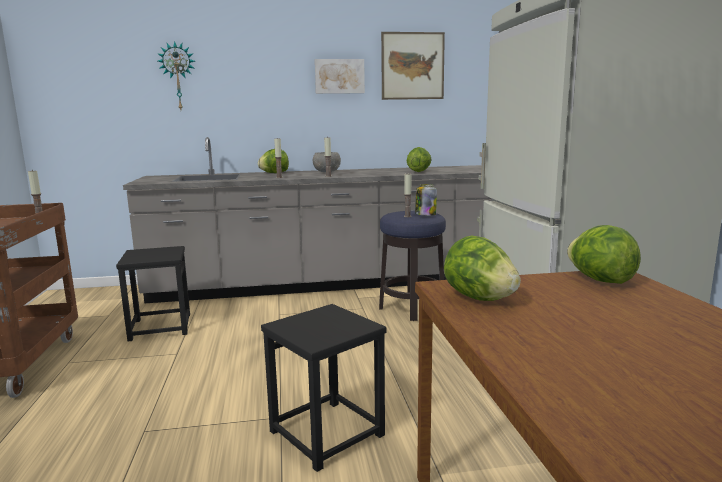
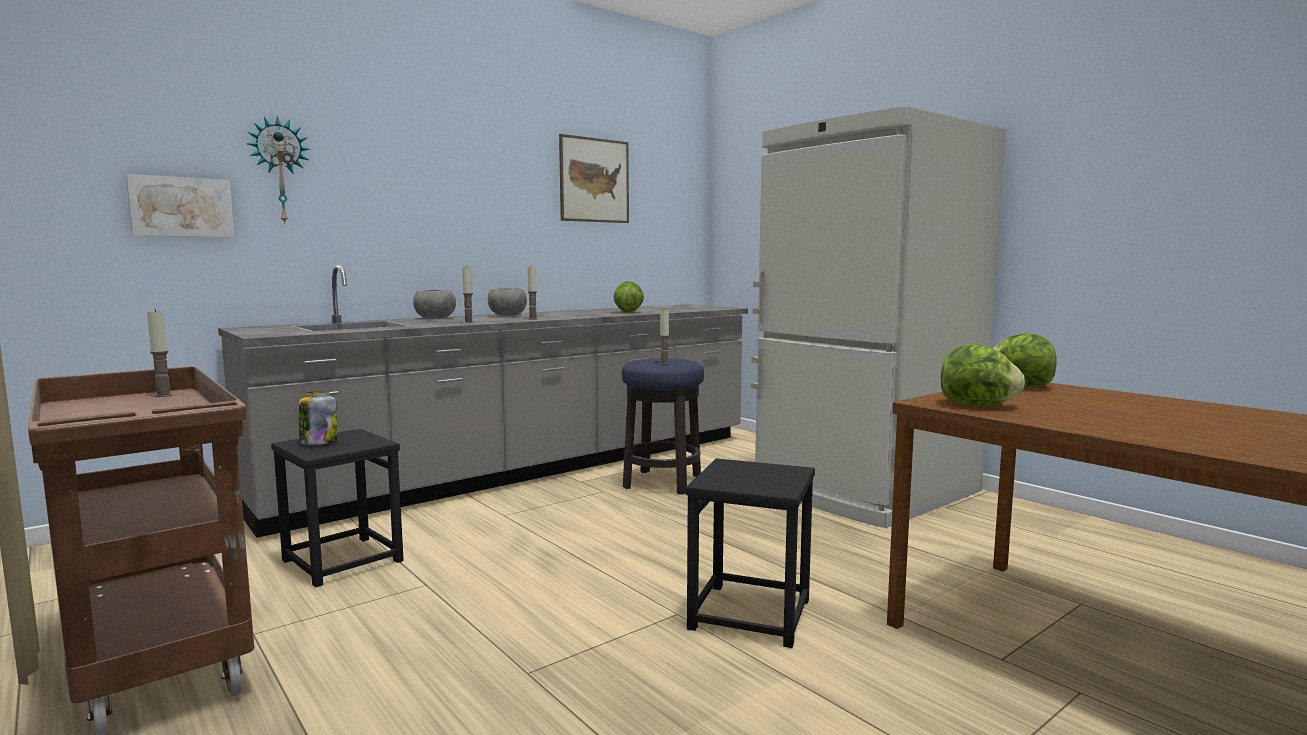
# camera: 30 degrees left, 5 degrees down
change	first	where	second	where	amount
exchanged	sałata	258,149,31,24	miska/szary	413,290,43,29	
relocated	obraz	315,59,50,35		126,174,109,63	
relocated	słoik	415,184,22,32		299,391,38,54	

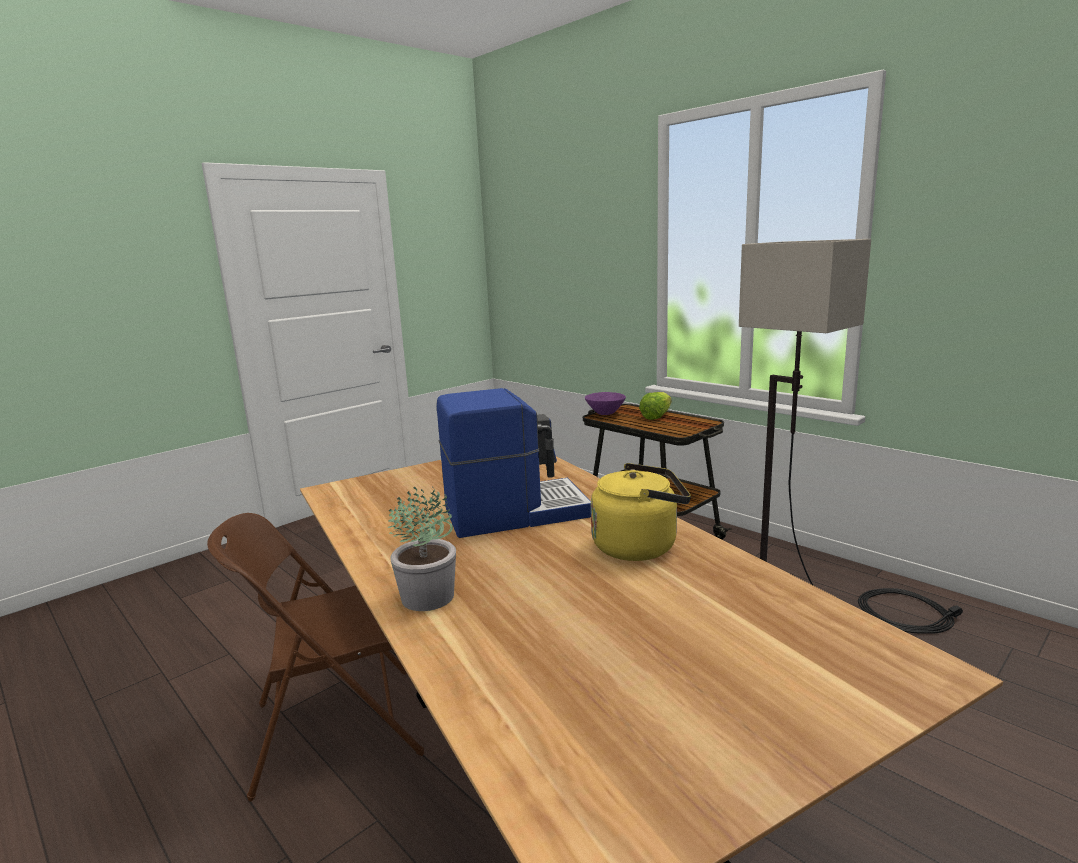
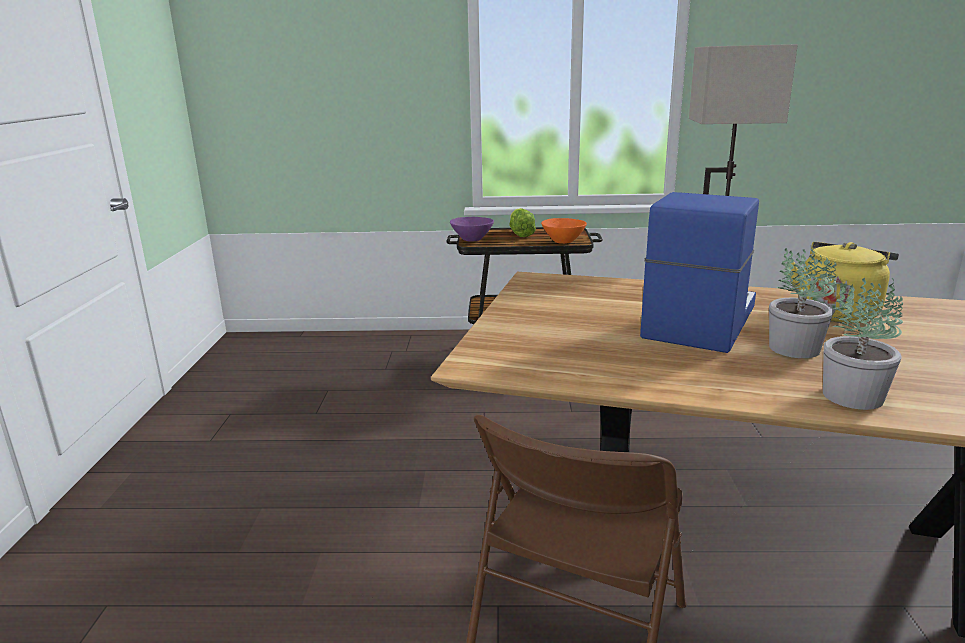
# camera: 45 degrees left, 5 degrees up
change	first	where	second	where	amount
appeared			miska/pomarańczowy	541,218,46,26	
appeared			roślina doniczkowa	769,248,68,110	

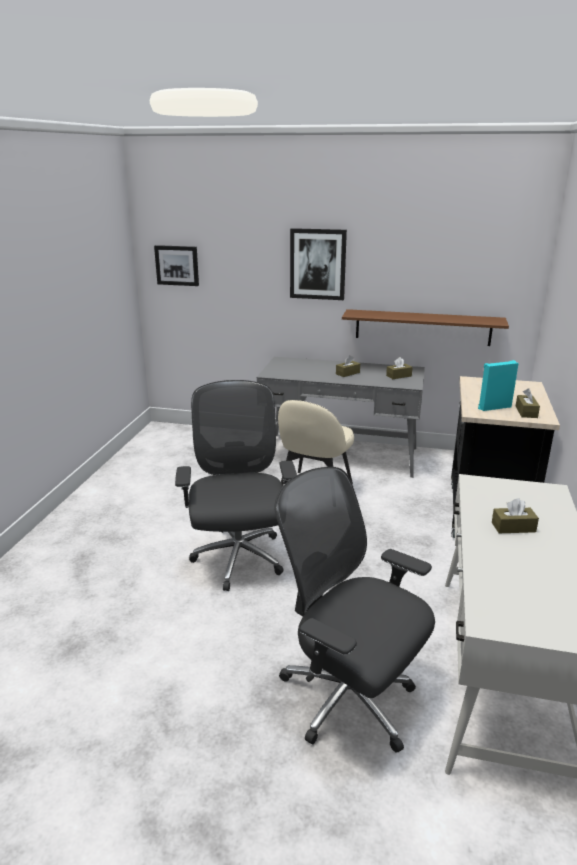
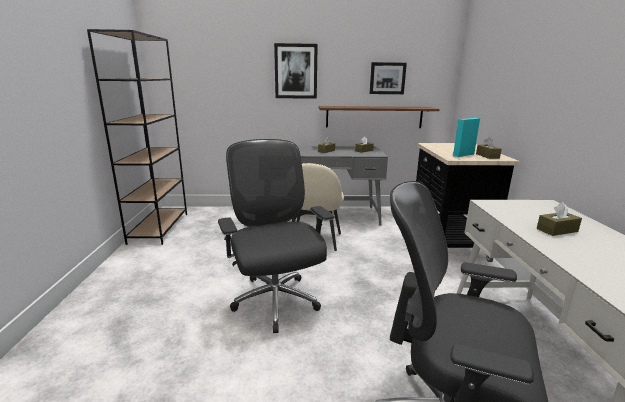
# camera: 15 degrees left, 5 degrees down
change	first	where	second	where	amount
relocated	obraz	154,245,45,41		370,62,37,32	
appeared			regał/beżowy	87,29,100,216	

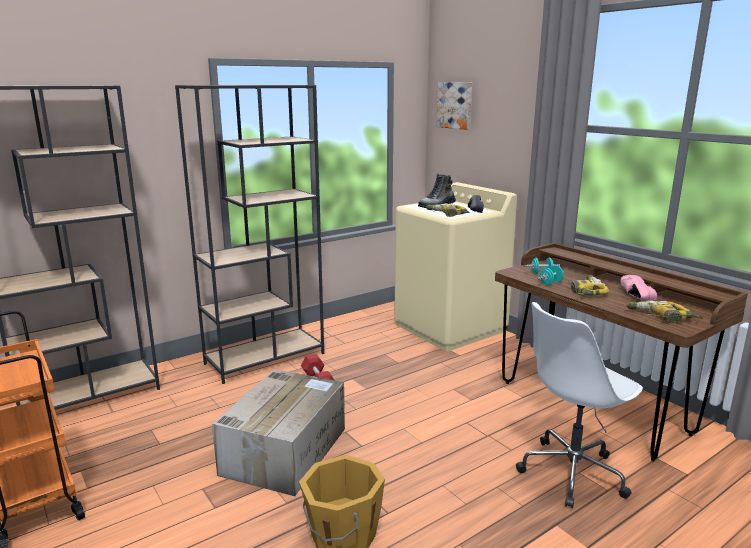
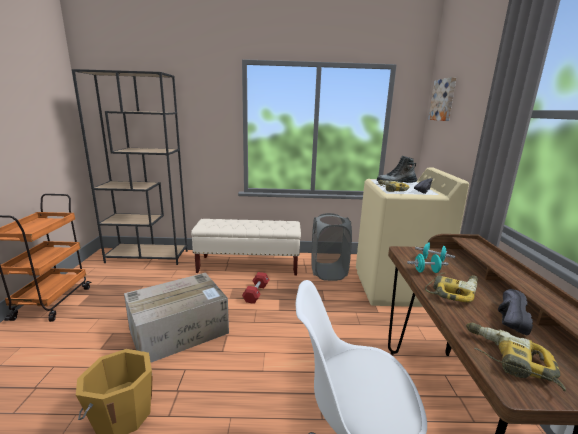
# camera: 35 degrees right, 0 degrees up
change	first	where	second	where	amount
exchanged	regał	175,85,149,299	ławka/beżowy	191,219,110,56	
colour	but/różowy	620,275,37,26	but/czarny	498,289,35,46	
appeared			kosz na pranie/szary	311,213,41,68	

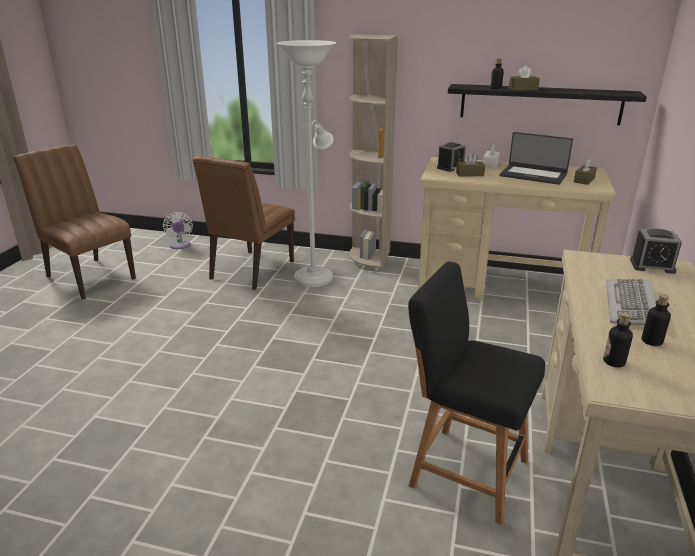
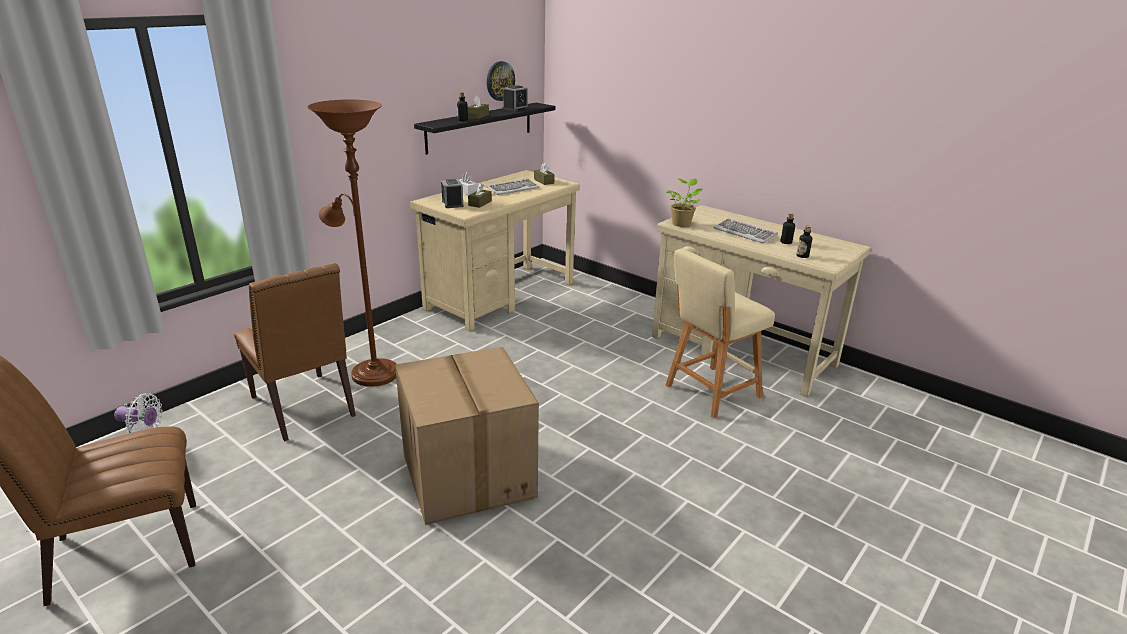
# camera: 65 degrees left, 0 degrees up
change	first	where	second	where	amount
colour	lampa stojąca/biały	276,40,60,247	lampa stojąca/brązowy	308,99,89,288	
missing	regał/beżowy	349,34,49,236			
colour	stołek/czarny	408,261,137,264	stołek/beżowy	665,248,110,170	
exchanged	laptop	500,132,73,53	klawiatura	486,178,53,17	
relocated	budzik	630,229,52,45		503,85,25,26	
appeared			karton	395,347,144,178	
appeared			zegar ścienny	487,61,28,40	
appeared			roślina doniczkowa	666,178,36,49	

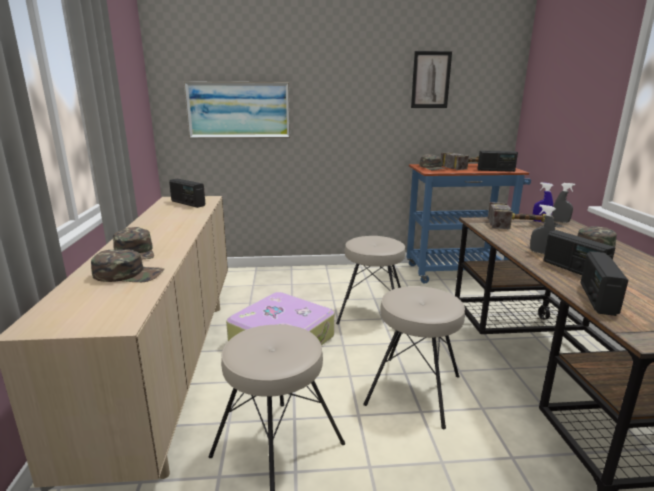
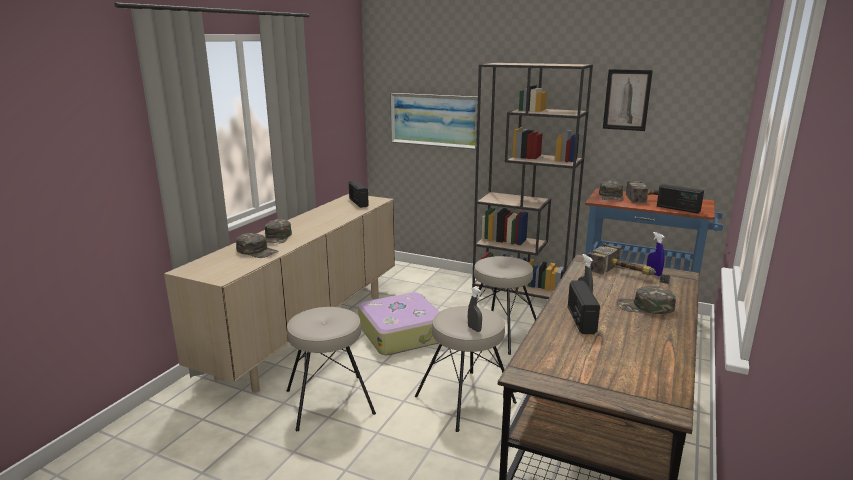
# camera: 30 degrees right, 0 degrees up
change	first	where	second	where	amount
relocated	spryskiwacz/szary	552,183,23,40		468,287,14,45	
missing	radio	580,251,49,65			
appeared			regał	472,63,121,236	

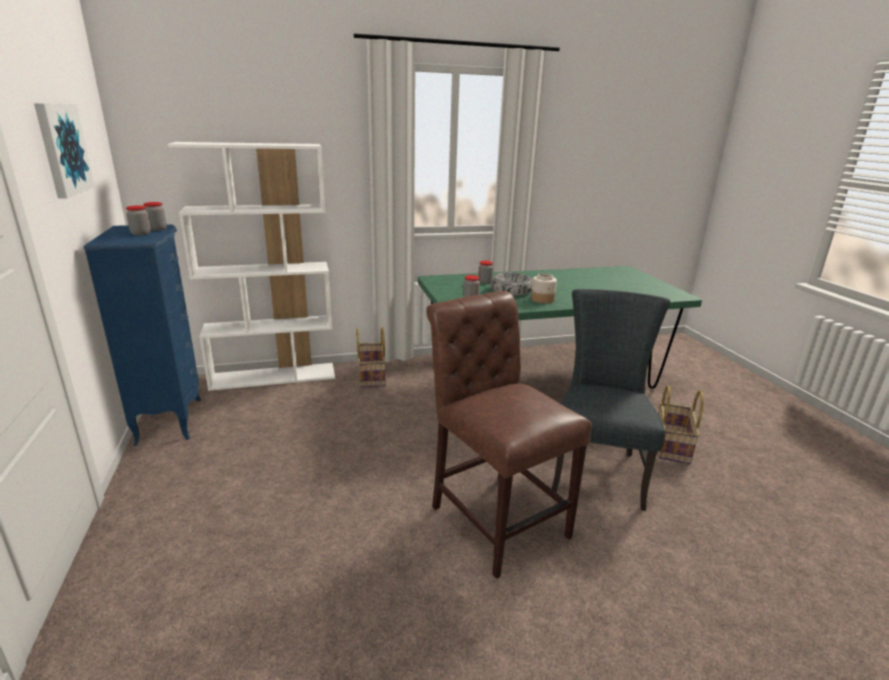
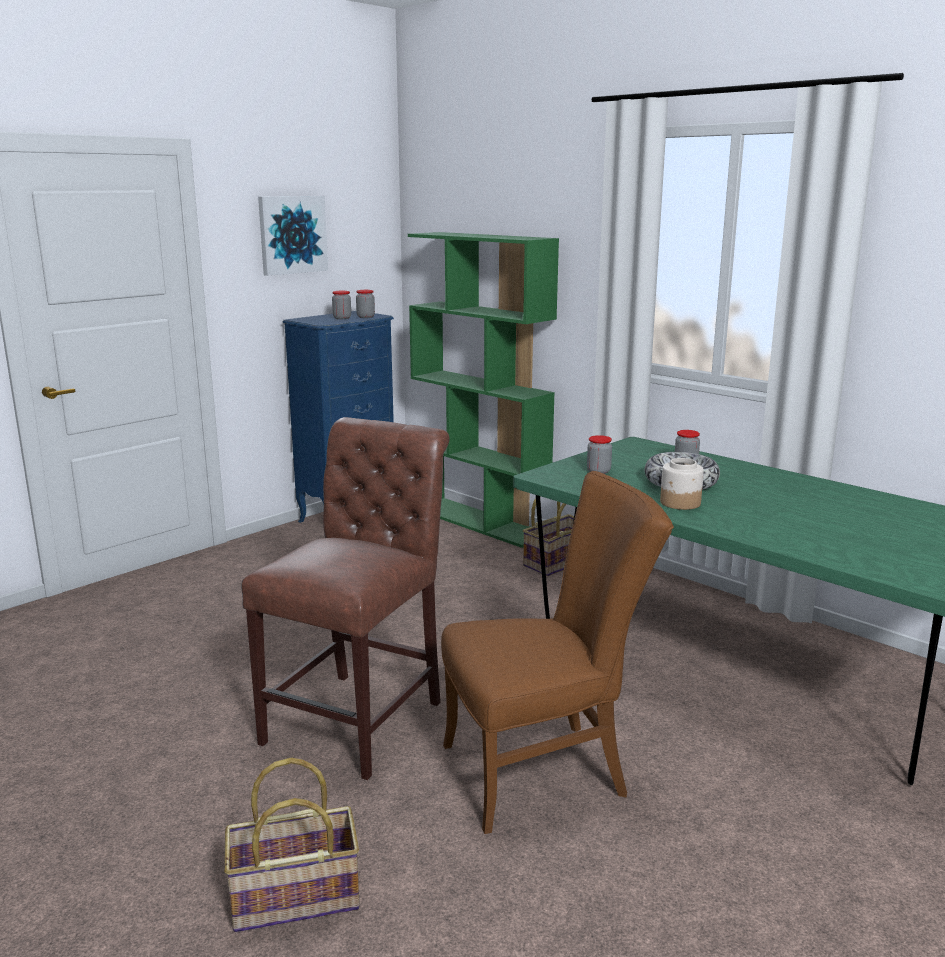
# camera: 60 degrees right, 5 degrees down
change	first	where	second	where	amount
colour	regał/biały	167,142,168,249	regał/zielony	408,232,151,316	
colour	krzesło/szary	551,289,119,222	krzesło/brązowy	441,471,233,363	
relocated	koszyk	657,385,47,79		224,758,136,174	

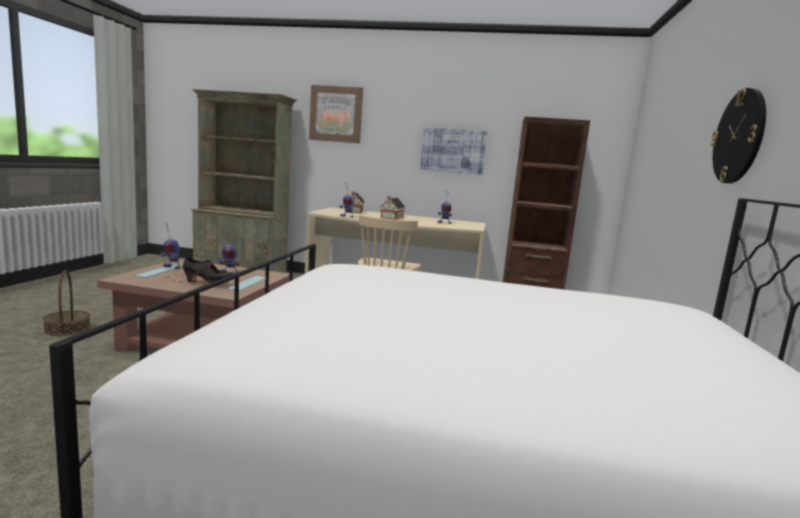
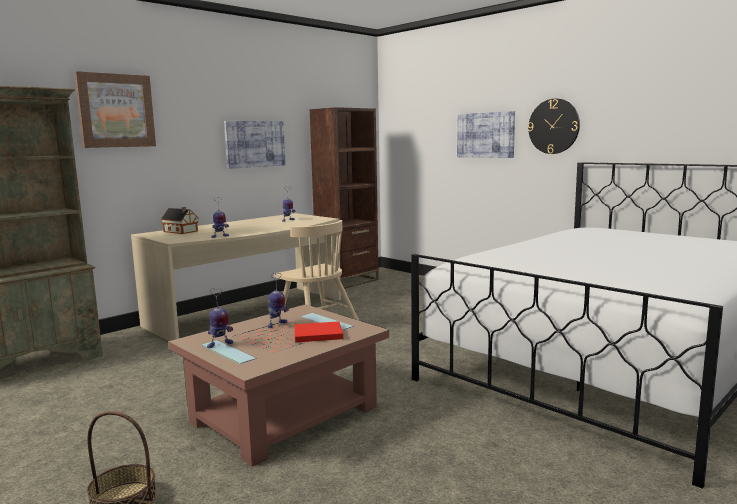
# camera: 55 degrees left, 0 degrees up
change	first	where	second	where	amount
exchanged	but/czarny	183,257,50,26	książka/czerwony	294,321,49,22	
missing	domek	380,196,25,24			
appeared			obraz	457,111,58,47	

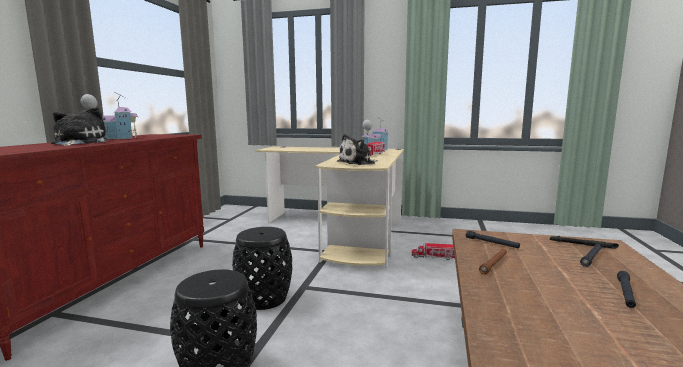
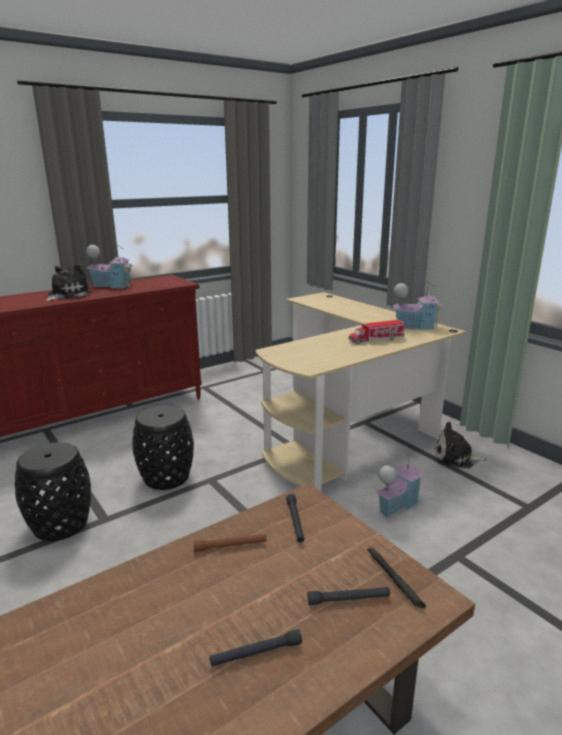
# camera: 40 degrees right, 10 degrees up
change	first	where	second	where	amount
relocated	pluszak	337,134,40,31		435,422,51,47	
exchanged	ciężarówka zabawkowa	412,243,43,17	domek	375,454,48,64	

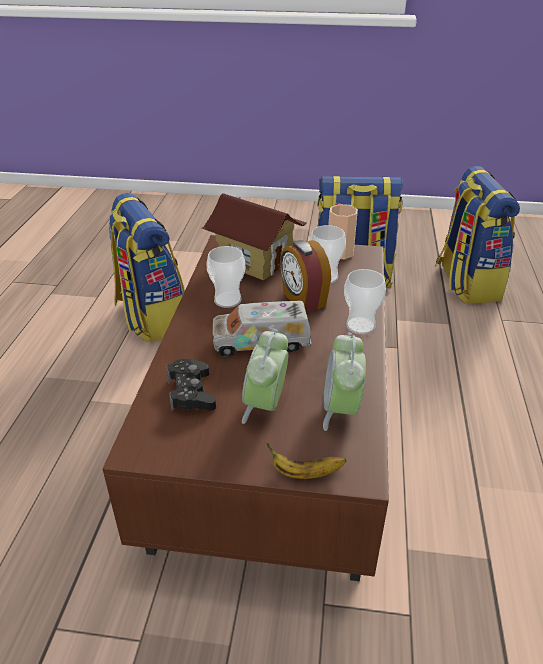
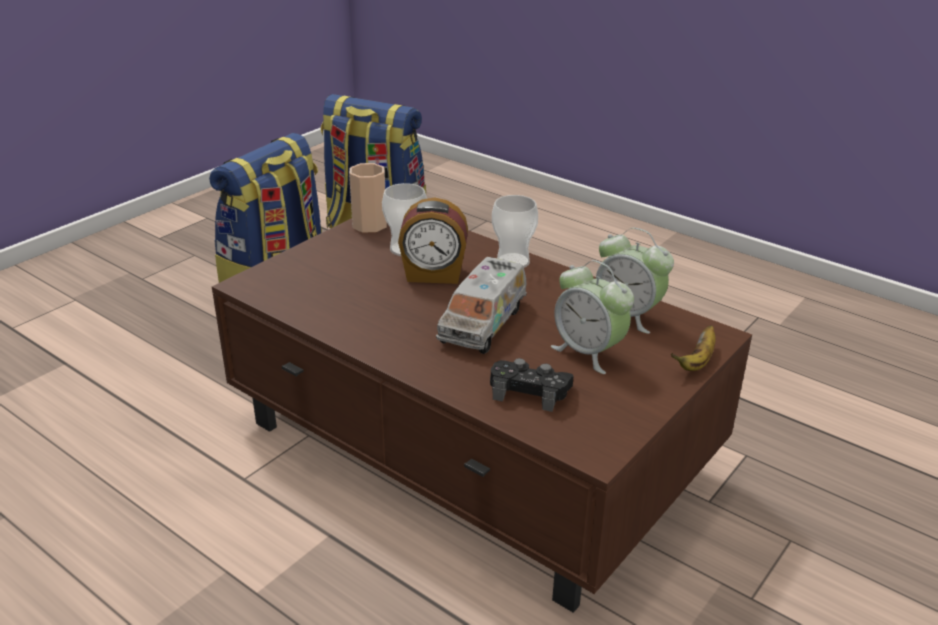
# camera: 60 degrees left, 5 degrees down
change	first	where	second	where	amount
missing	plecak	109,193,76,149			
missing	domek	202,193,104,88			
missing	filiżanka	206,246,39,62			

